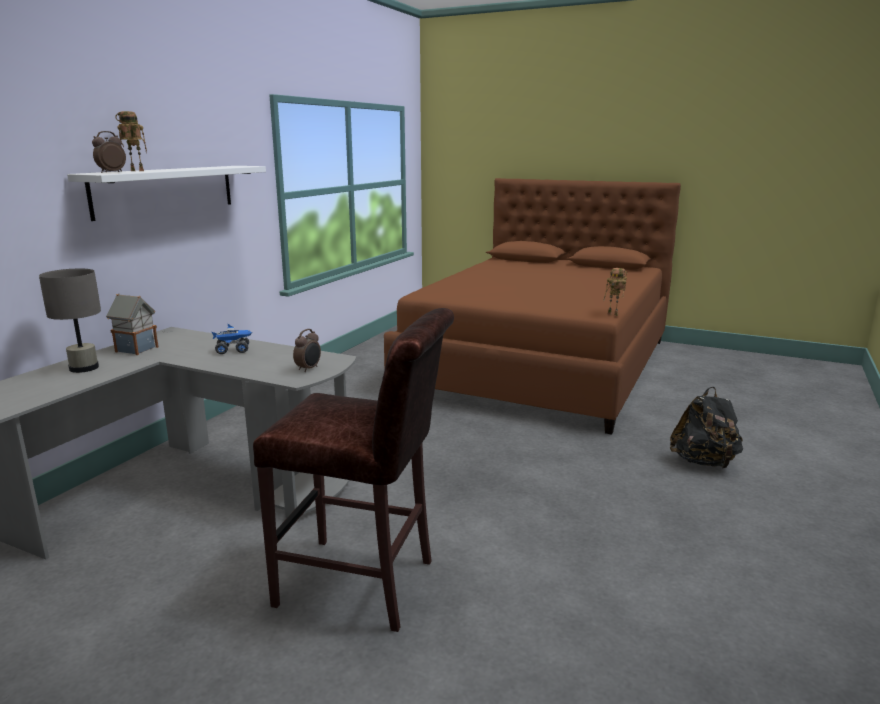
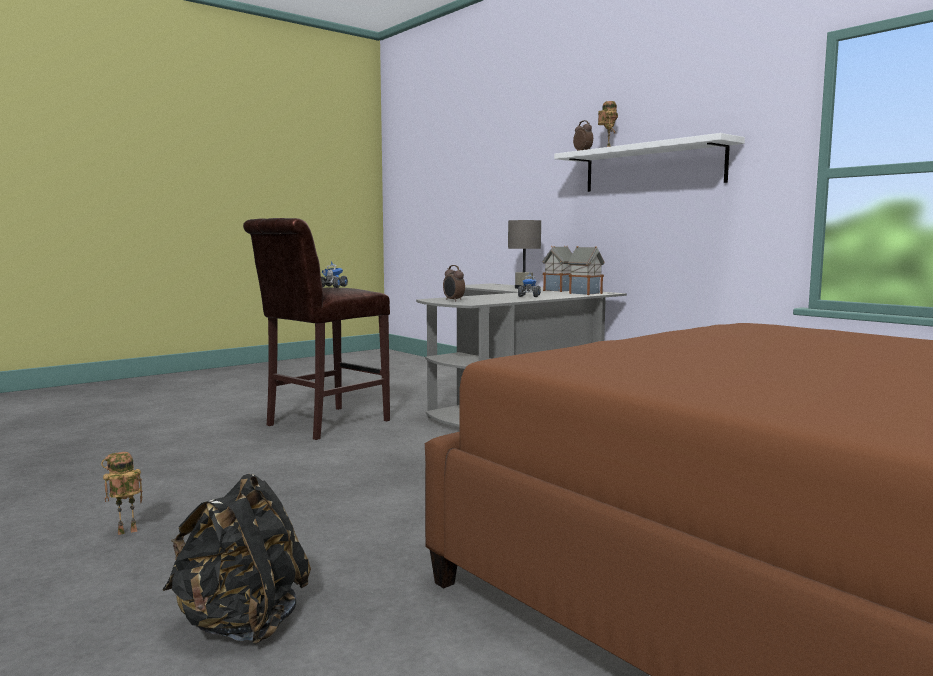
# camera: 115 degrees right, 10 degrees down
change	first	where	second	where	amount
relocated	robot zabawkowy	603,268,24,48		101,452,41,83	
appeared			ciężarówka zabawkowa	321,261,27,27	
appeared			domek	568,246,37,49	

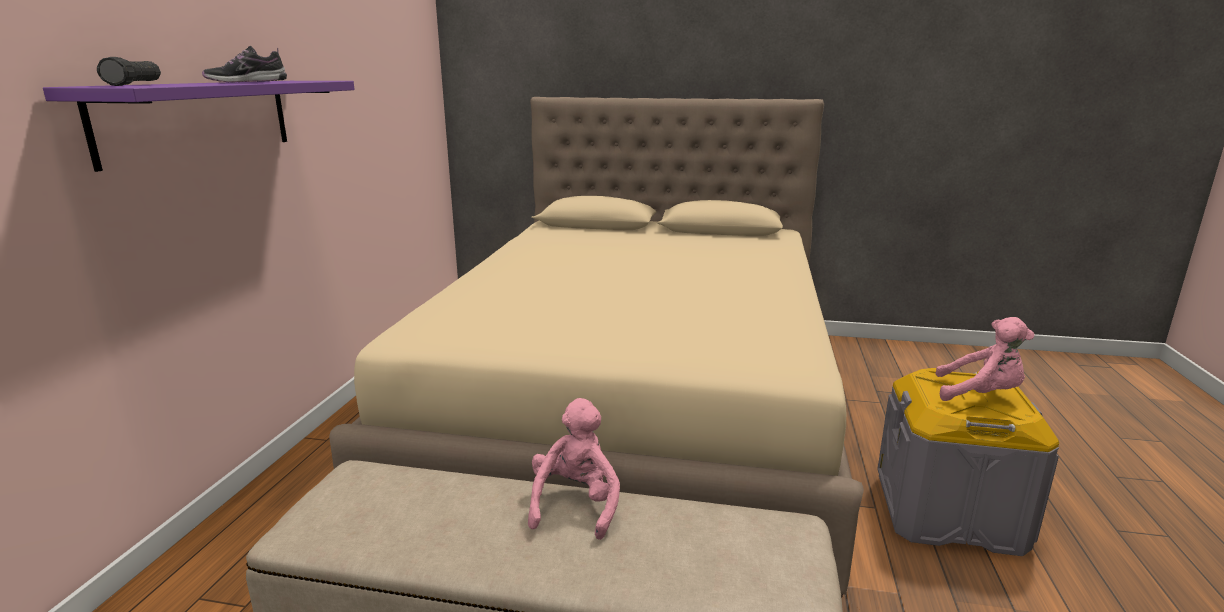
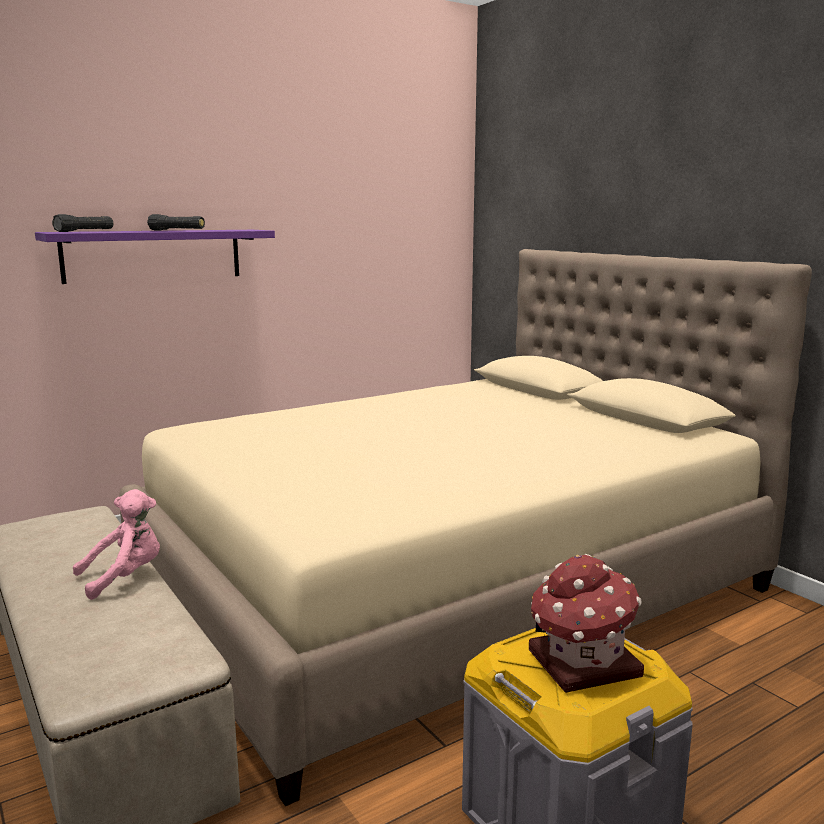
# camera: 45 degrees right, 5 degrees down
change	first	where	second	where	amount
exchanged	but	202,46,85,37	latarka/czarny	147,214,58,17	
exchanged	pluszak/różowy	935,317,99,84	domek	529,554,115,139	

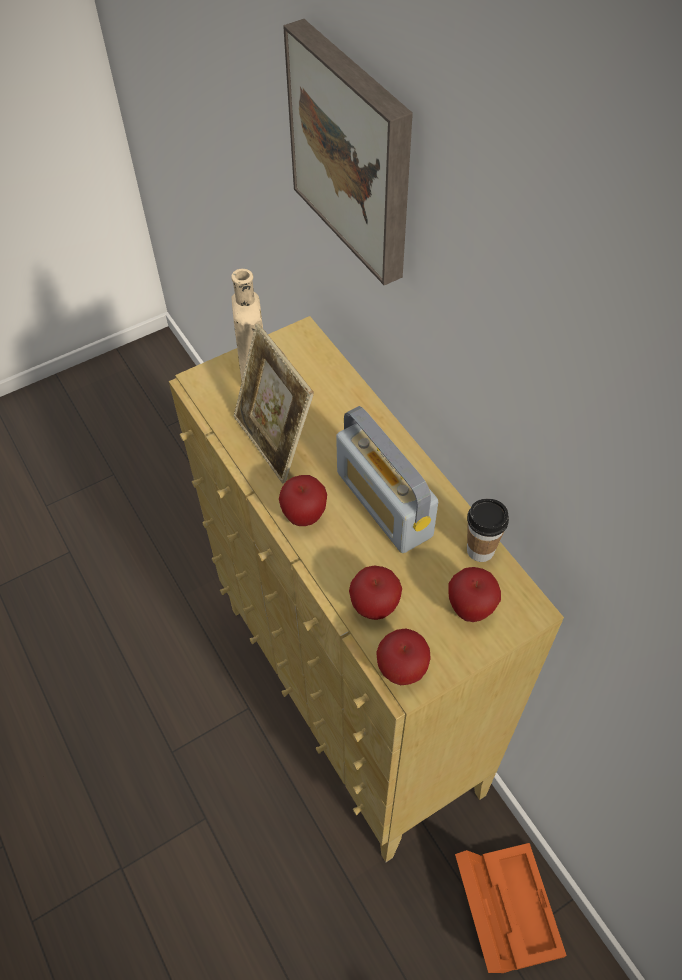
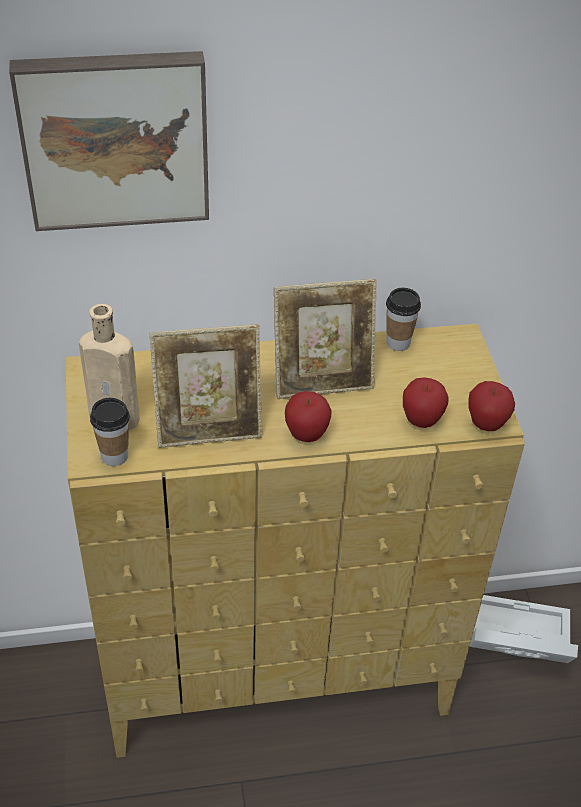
# camera: 70 degrees left, 10 degrees down
change	first	where	second	where	amount
exchanged	radio	336,406,102,147	ramka na zdjęcie	274,279,103,120	
missing	jabłko	448,567,53,55			
colour	pojemnik do przechowywania/pomarańczowy	455,843,112,130	pojemnik do przechowywania/biały	469,595,109,68	
appeared			filiżanka	90,398,40,68	

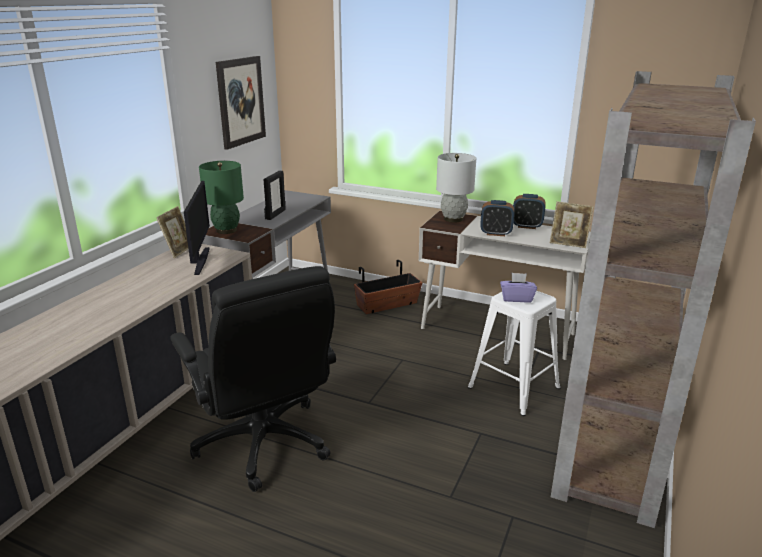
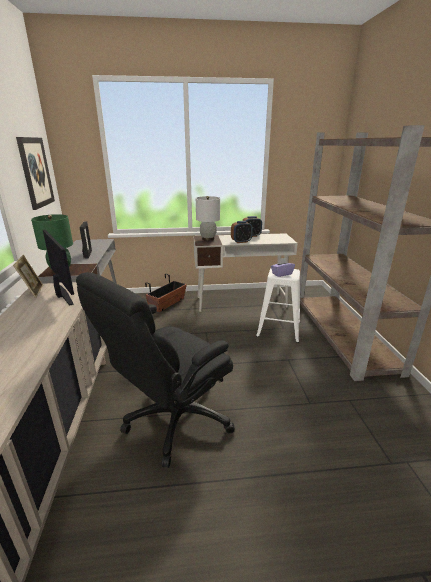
# camera: 30 degrees left, 0 degrees up
change	first	where	second	where	amount
spun	krzesło biurowe/czarny	170,266,166,226		76,272,159,196	105 degrees clockwise
missing	ramka na zdjęcie	550,201,44,47			

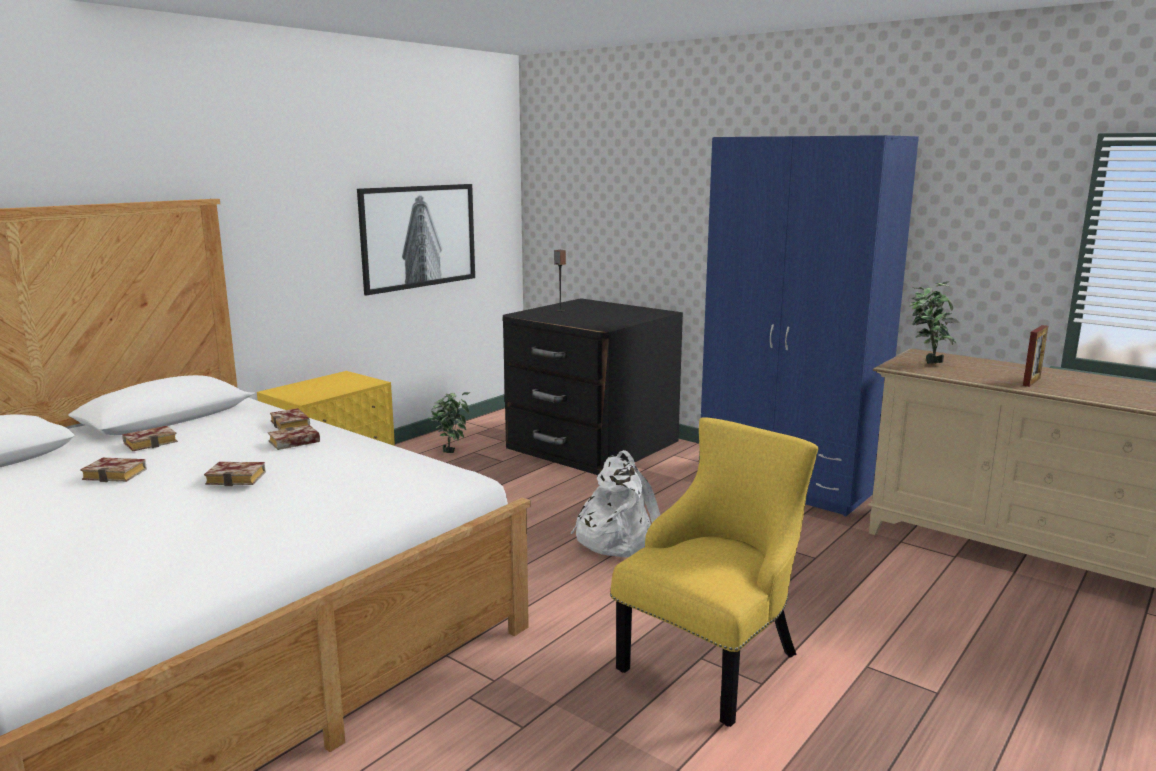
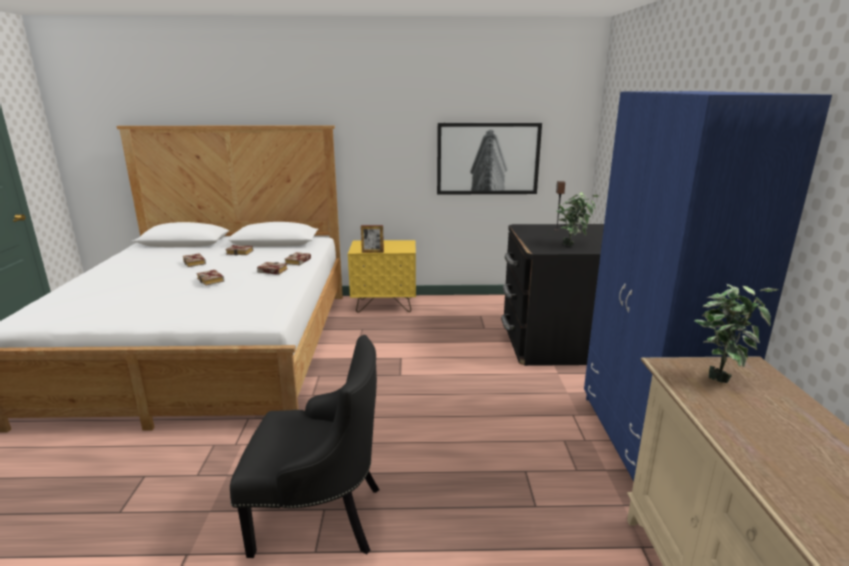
# camera: 50 degrees right, 5 degrees up
change	first	where	second	where	amount
relocated	roślina doniczkowa	428,392,42,61		557,192,42,54	
missing	plecak/biały	571,450,89,107			
colour	fotel/żółty	610,417,208,310	fotel/czarny	230,335,149,223	
relocated	ramka na zdjęcie	1023,325,25,62		361,225,23,28	

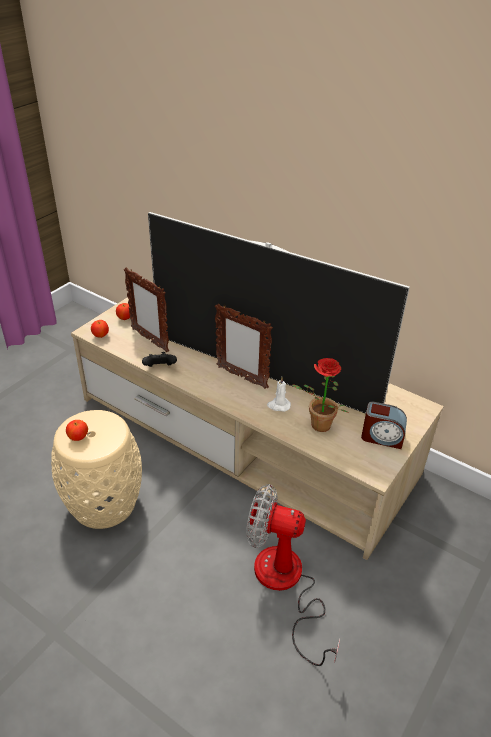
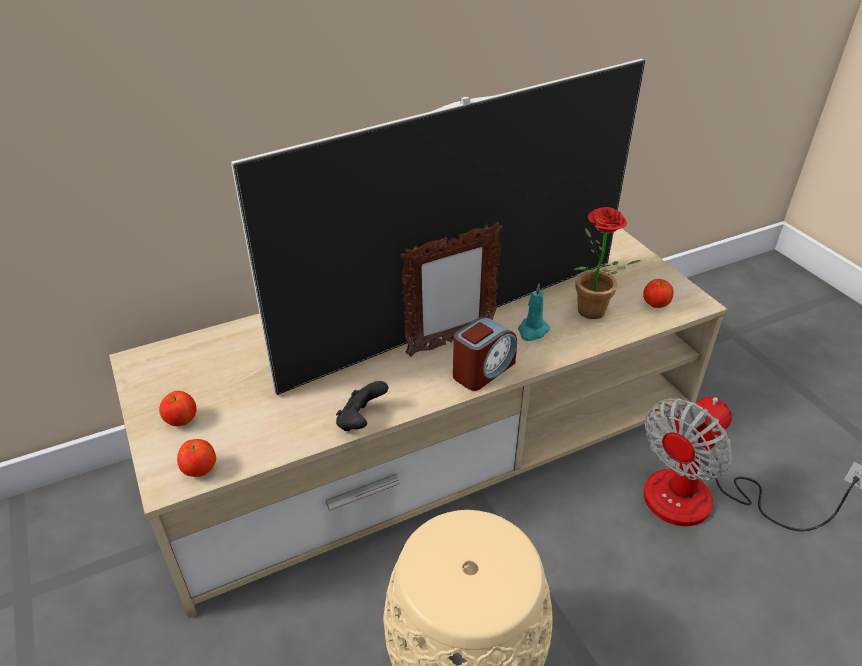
# camera: 60 degrees left, 0 degrees up
change	first	where	second	where	amount
relocated	jabłko	66,420,22,21		643,279,31,29	
missing	ramka na zdjęcie	124,267,45,85			
colour	świeca/biały	267,377,24,35	świeca/turkusowy	518,283,32,58	
relocated	budzik	361,402,46,47		453,317,64,74	

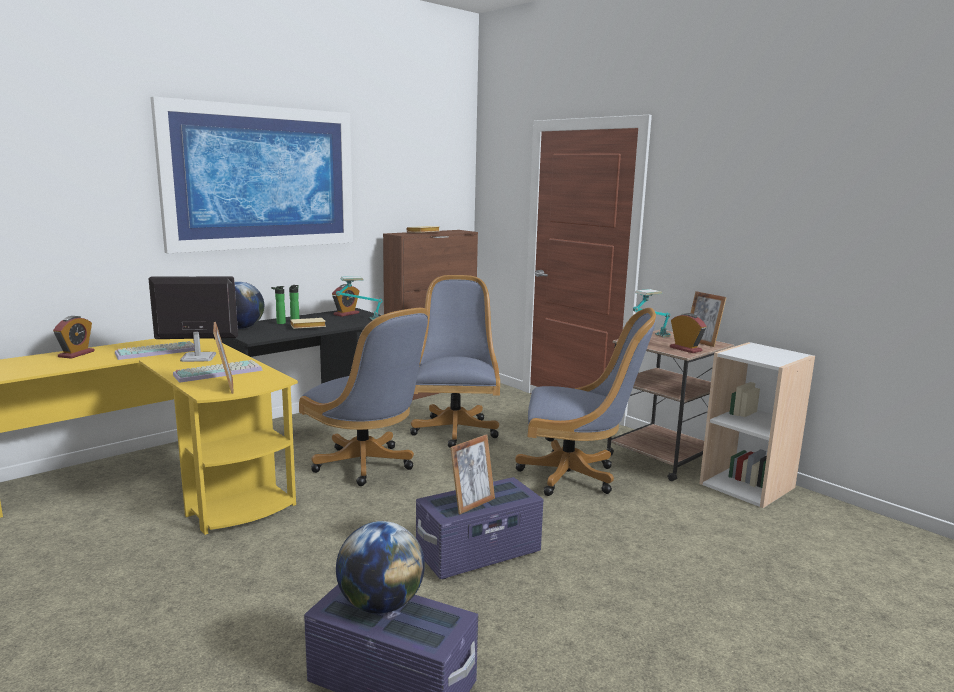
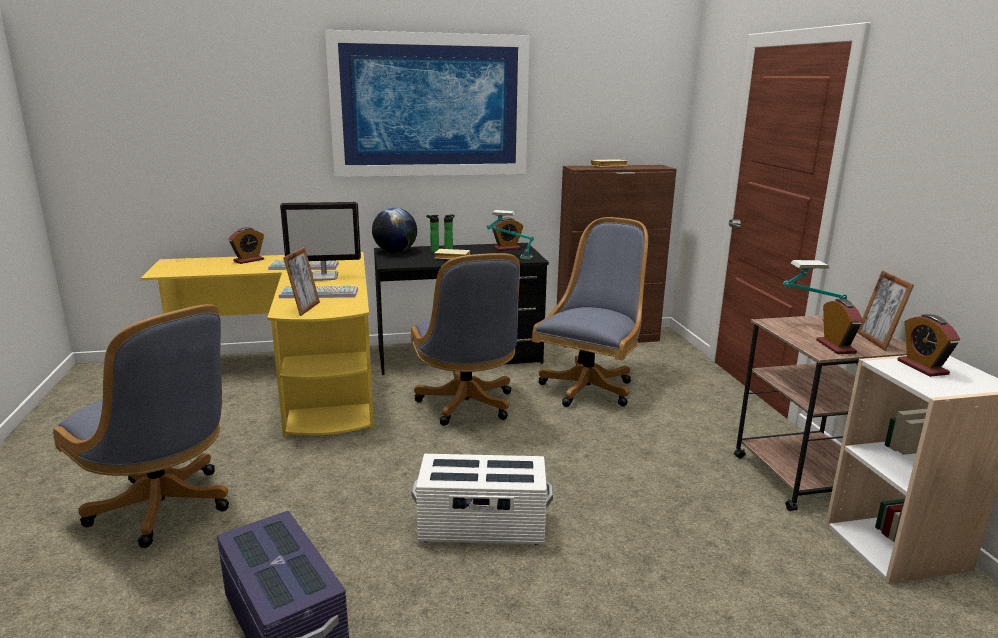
# camera: 30 degrees right, 5 degrees up
change	first	where	second	where	amount
spun	monitor	148,276,90,86		280,202,81,79	150 degrees clockwise
missing	globus	336,521,89,93			
colour	pojemnik do przechowywania/fioletowy	416,477,128,102	pojemnik do przechowywania/biały	412,454,141,91	
missing	ramka na zdjęcie	450,434,45,80			
relocated	krzesło biurowe/niebieski	515,308,141,188		53,304,176,244	
appeared			budzik	897,314,63,63	

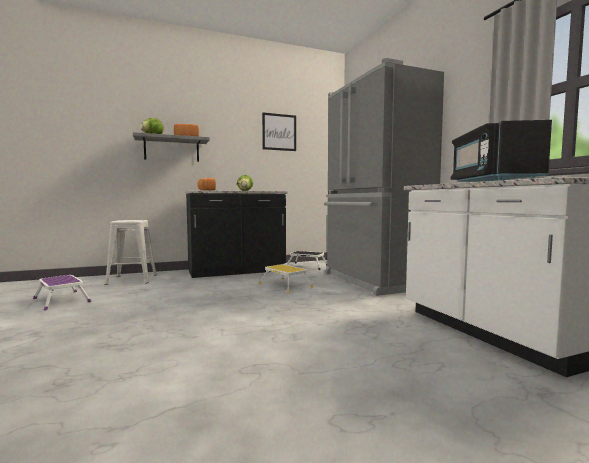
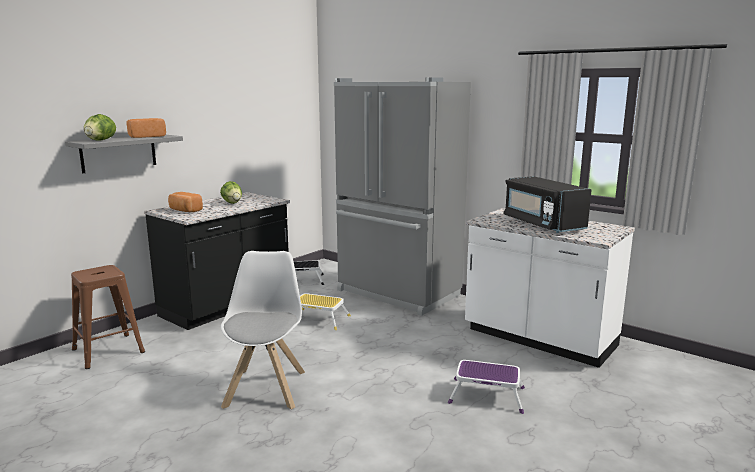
# camera: 30 degrees left, 10 degrees up
change	first	where	second	where	amount
relocated	drabinka/fioletowy	33,275,59,36		448,360,77,54	
colour	stołek/biały	104,220,53,65	stołek/brązowy	71,265,74,104	
missing	obraz	262,113,34,38			
appeared			krzesło	221,251,84,159	

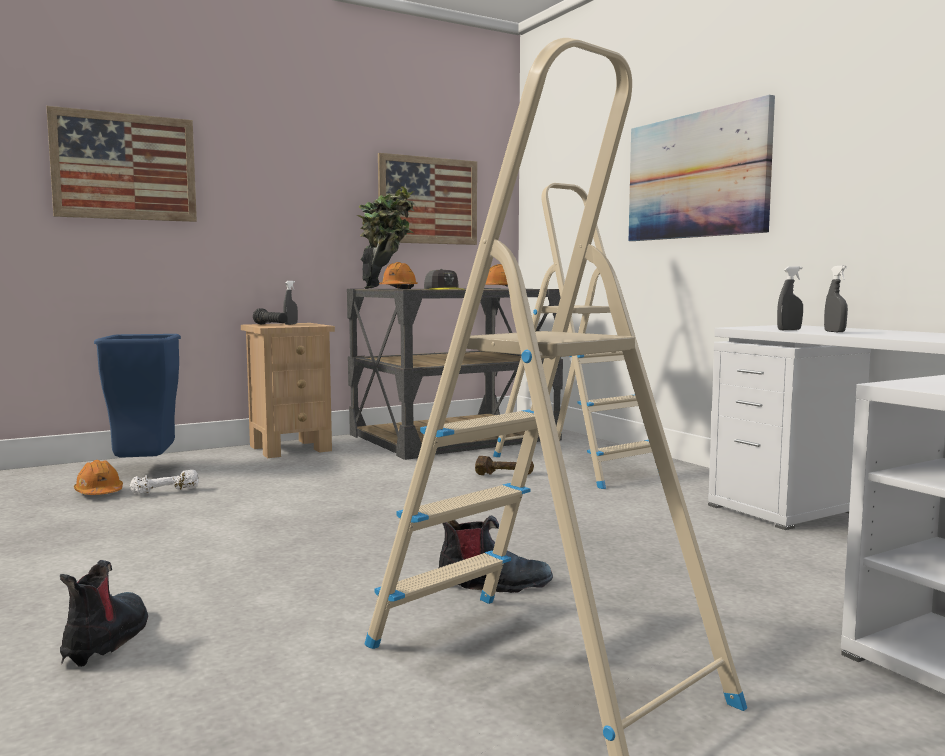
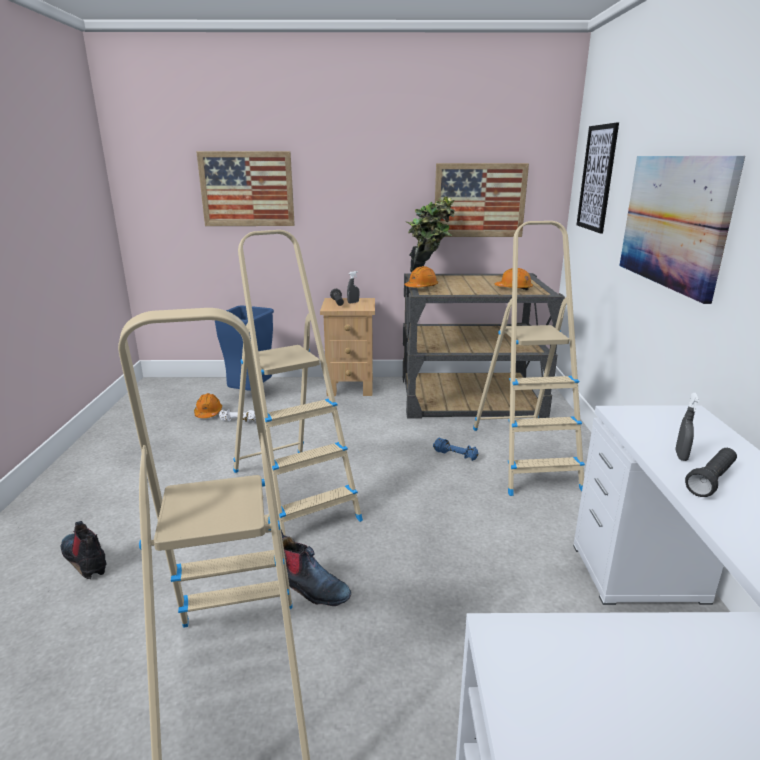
# camera: 30 degrees right, 15 degrees up
change	first	where	second	where	amount
spun	but z cholewką	60,560,88,107		61,521,46,58	75 degrees counterclockwise
missing	czapka z daszkiem/szary	424,269,41,21			
colour	hantel/brązowy	475,456,59,19	hantel/niebieski	433,438,45,23	
missing	spryskiwacz/szary	777,266,26,64			
appeared			drabinka/beżowy	233,230,130,306	
appeared			obraz	576,123,43,110	
appeared			latarka/czarny	685,448,52,49	

